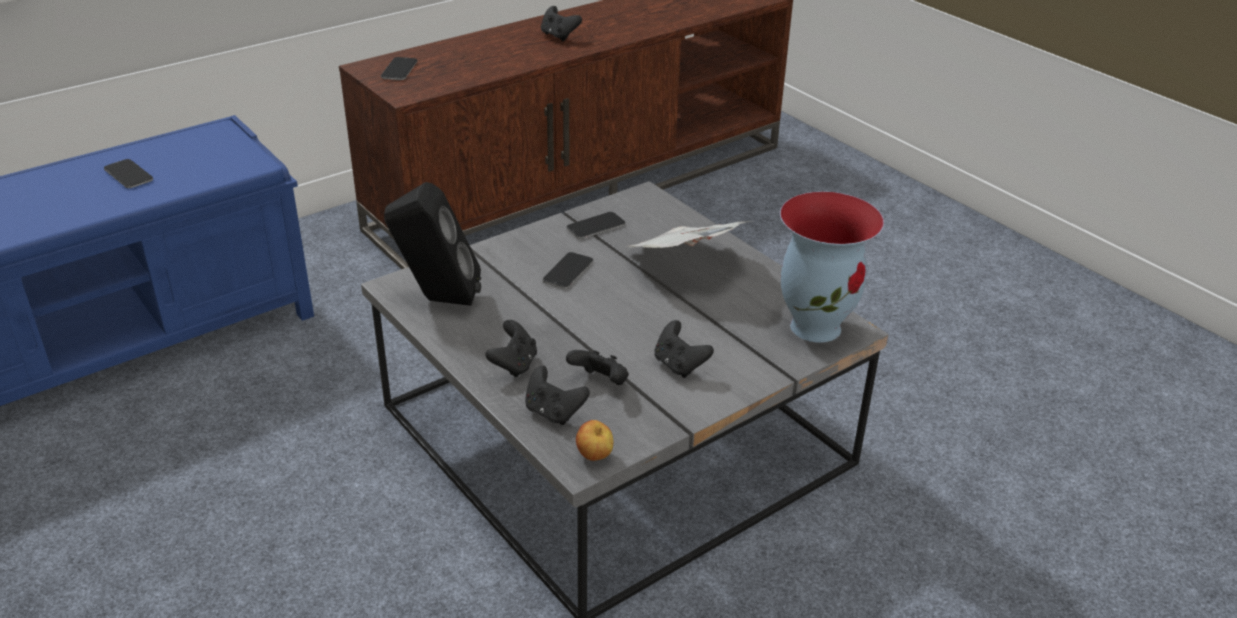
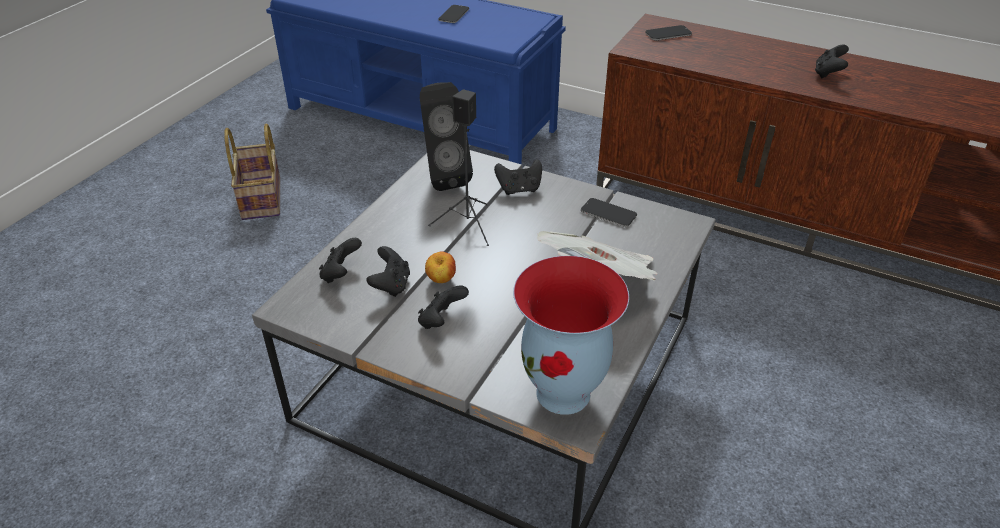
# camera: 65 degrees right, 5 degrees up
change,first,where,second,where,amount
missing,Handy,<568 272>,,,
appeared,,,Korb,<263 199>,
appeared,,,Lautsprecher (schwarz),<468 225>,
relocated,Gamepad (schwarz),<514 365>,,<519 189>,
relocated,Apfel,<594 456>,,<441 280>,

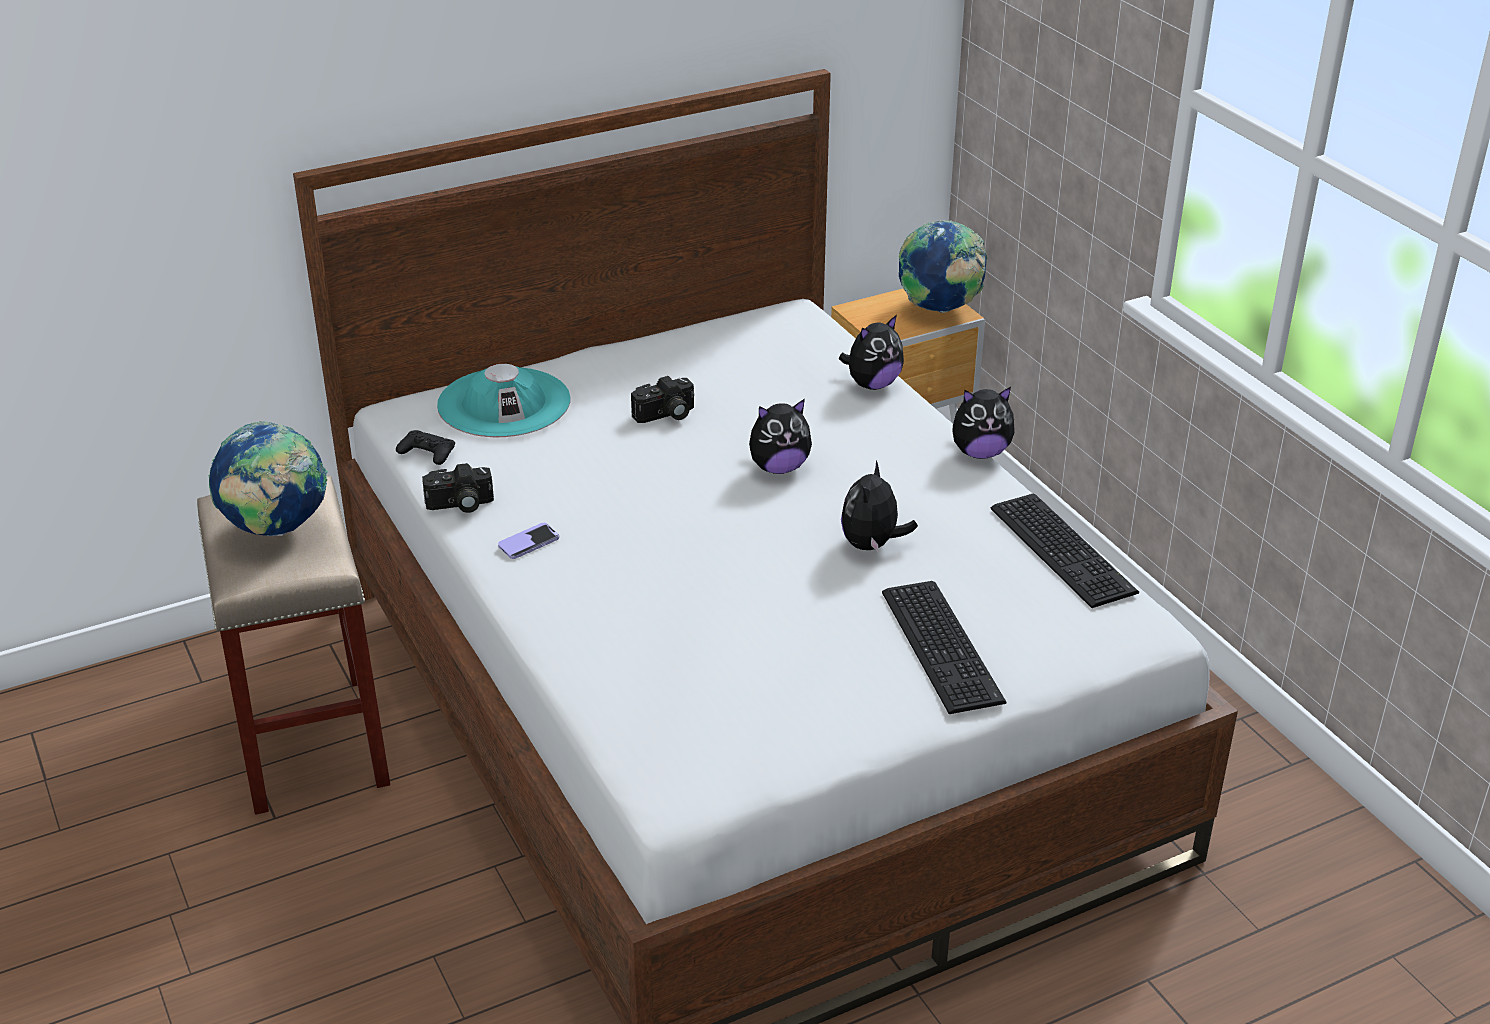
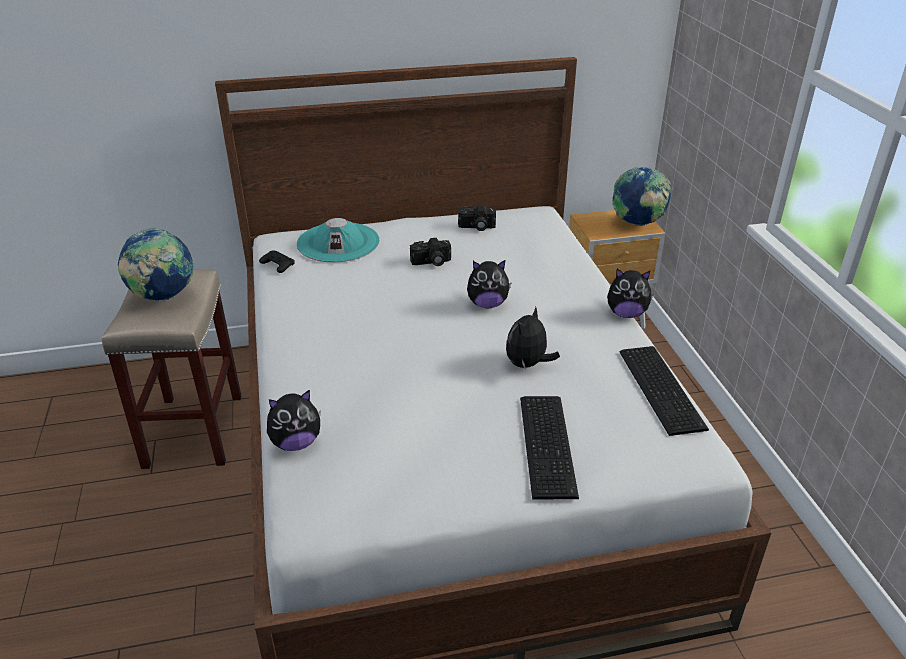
# camera: 15 degrees right, 0 degrees up
change,first,where,second,where,amount
missing,Handy,<529 542>,,,
relocated,Kamera,<460 505>,,<476 227>,
relocated,Plüschtier,<872 384>,,<296 443>,

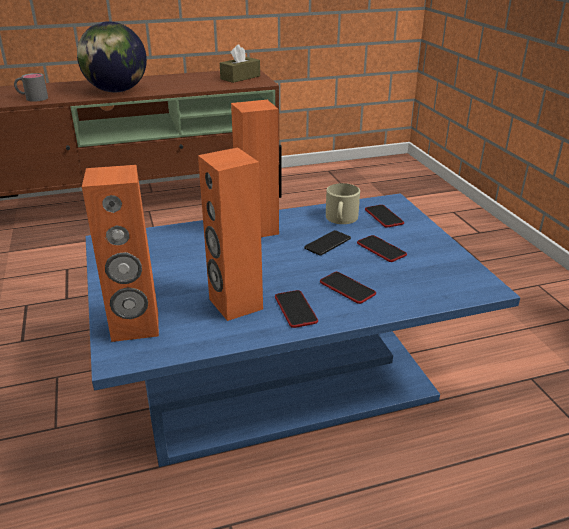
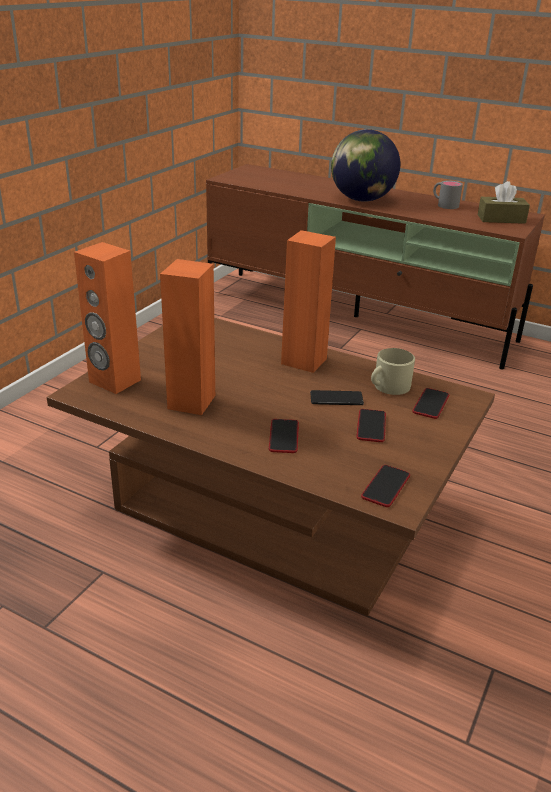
# camera: 45 degrees right, 0 degrees up
change,first,where,second,where,amount
relocated,Henkelbecher (grau),<32 98>,,<444 204>,
relocated,Handy,<295 309>,,<385 487>,
colour,Couchtisch (blau),<284 378>,Couchtisch (braun),<271 513>,

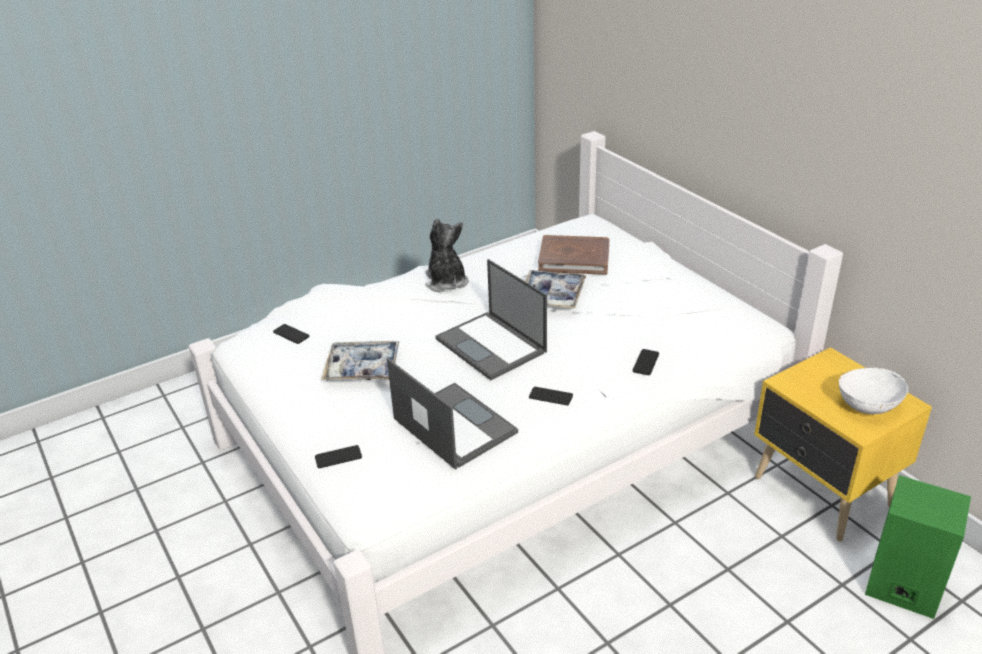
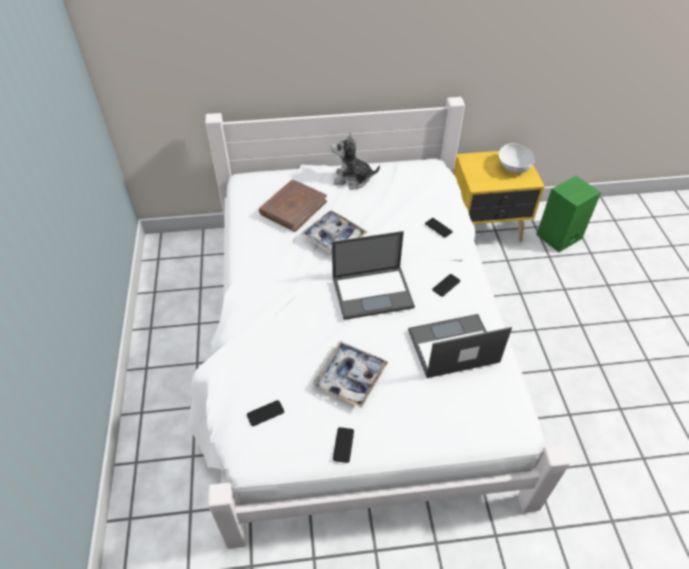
# camera: 65 degrees left, 15 degrees up
change,first,where,second,where,amount
relocated,Handy,<338 457>,,<343 445>,
relocated,Plüschtier,<446 282>,,<352 179>,

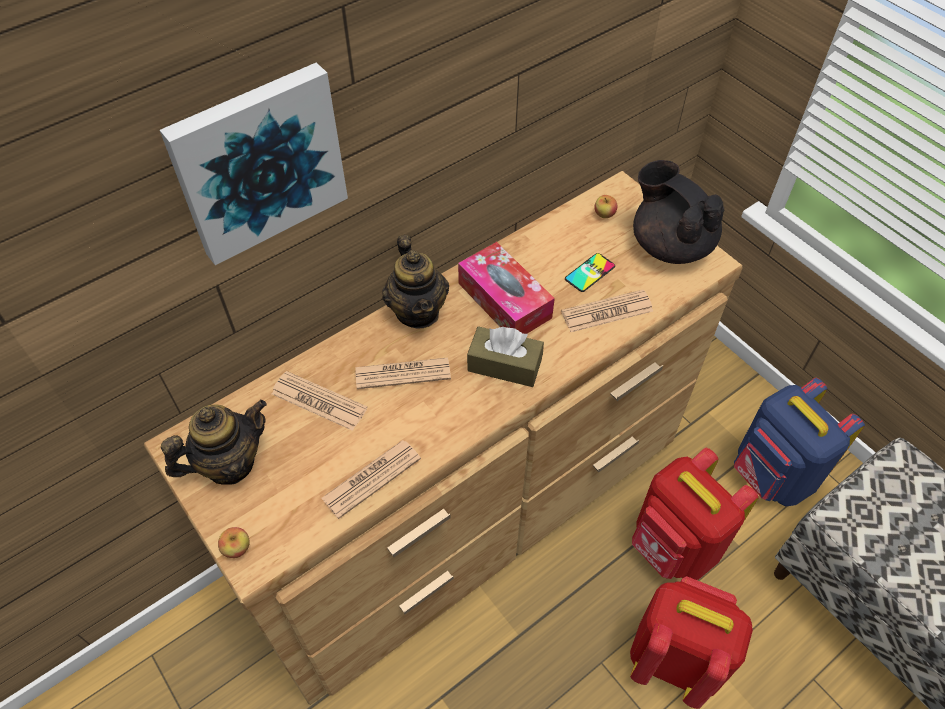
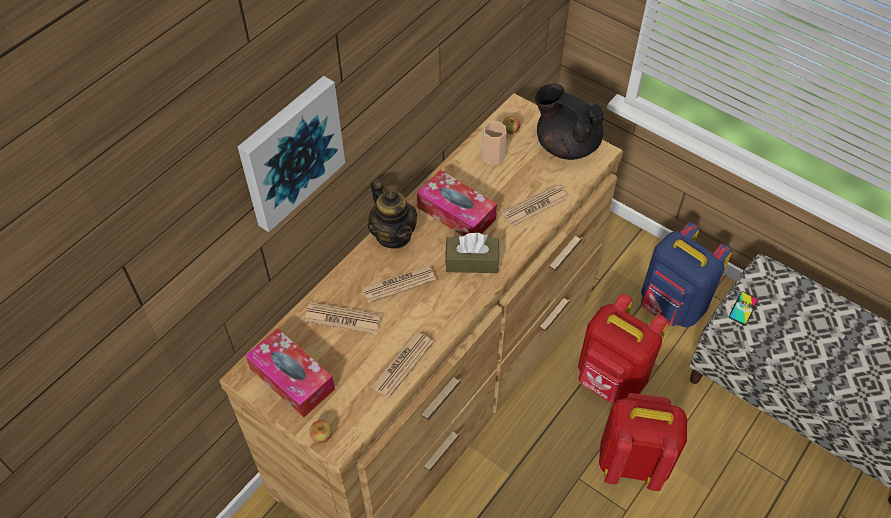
# camera: 15 degrees left, 0 degrees up
change,first,where,second,where,amount
appeared,,,Tasse,<493 156>,
relocated,Handy,<589 272>,,<743 308>,
exchanged,Teekanne,<229 463>,Taschentuchbox,<292 379>,

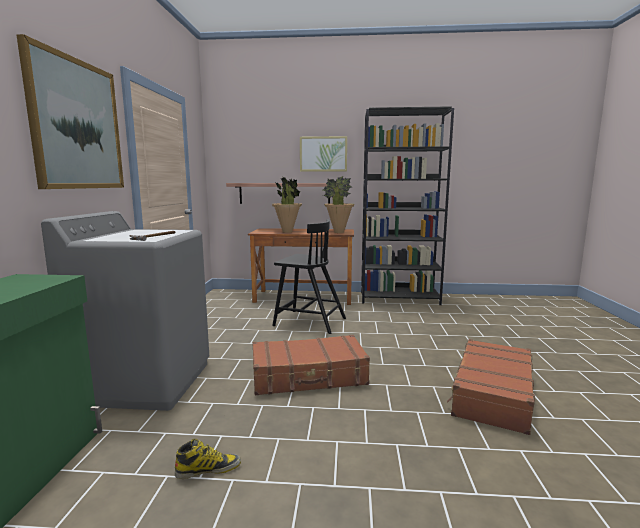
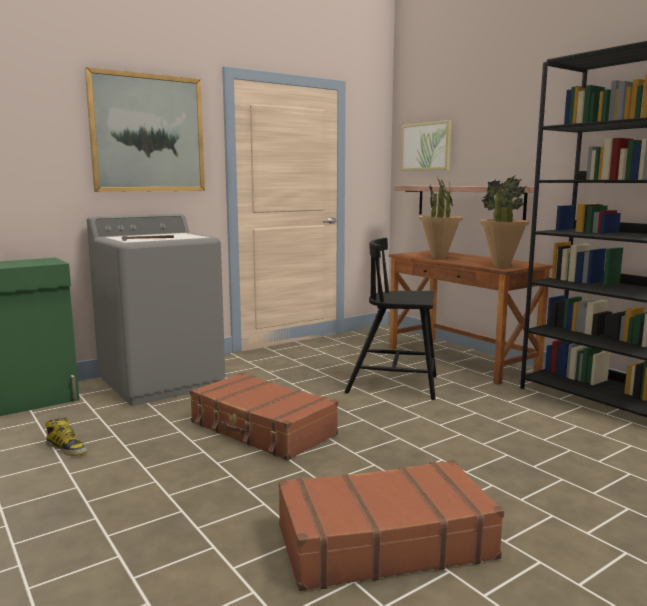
# camera: 50 degrees right, 0 degrees up
change,first,where,second,where,amount
relocated,Bild,<323 154>,,<426 146>,
spun,Stuhl (schwarz),<308 322>,,<394 385>,120 degrees clockwise

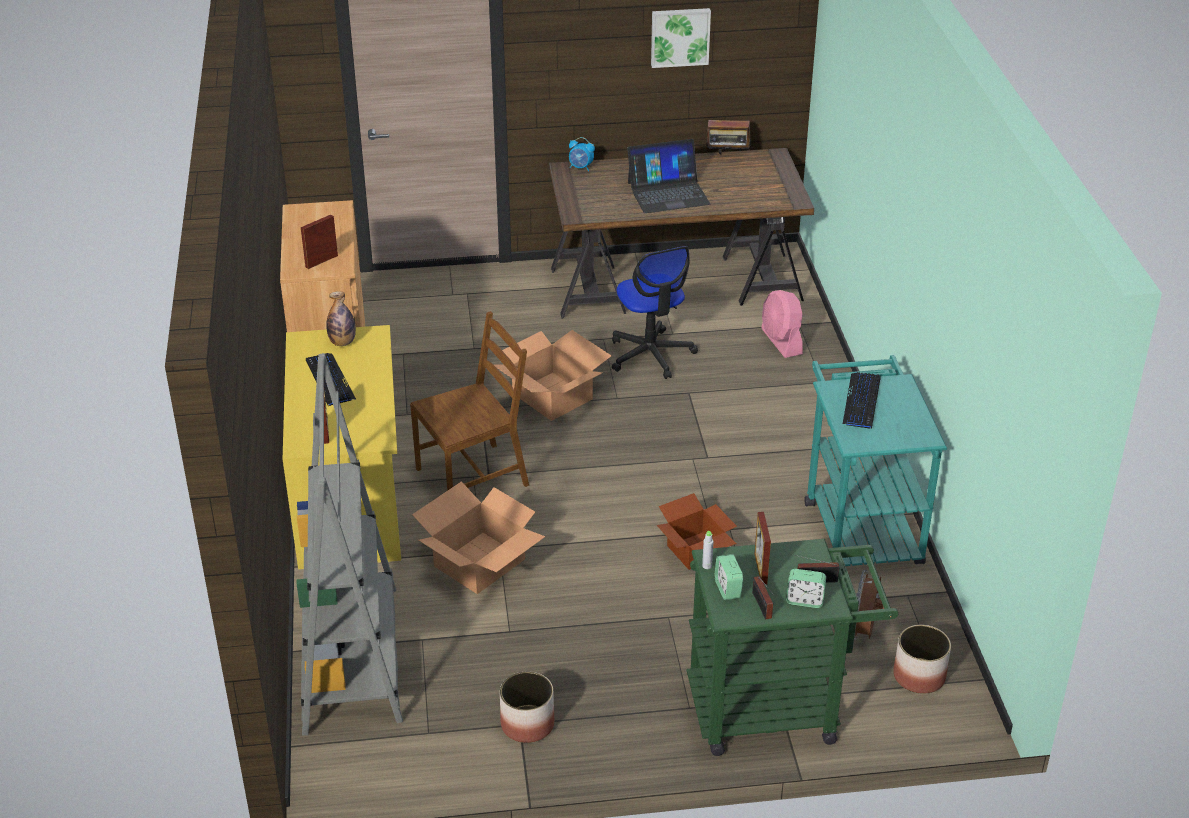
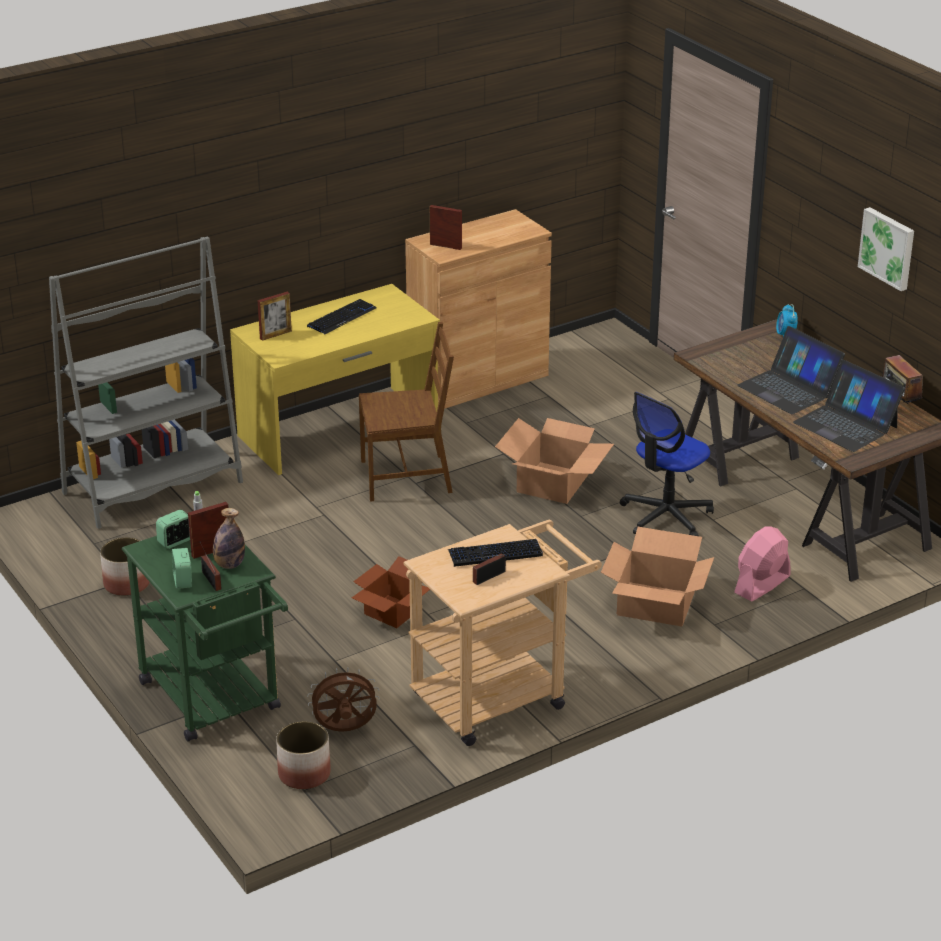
# camera: 65 degrees right, 5 degrees down
change,first,where,second,where,amount
appeared,,,Laptop,<846 424>,
relocated,Flasche,<342 342>,,<229 565>,
relocated,Karton,<480 563>,,<655 604>,
relocated,Radio,<762 607>,,<487 577>,
colour,Rollwagen (türkis),<859 524>,Rollwagen (beige),<499 695>,
spun,Stuhl (braun),<473 477>,,<407 477>,45 degrees counterclockwise

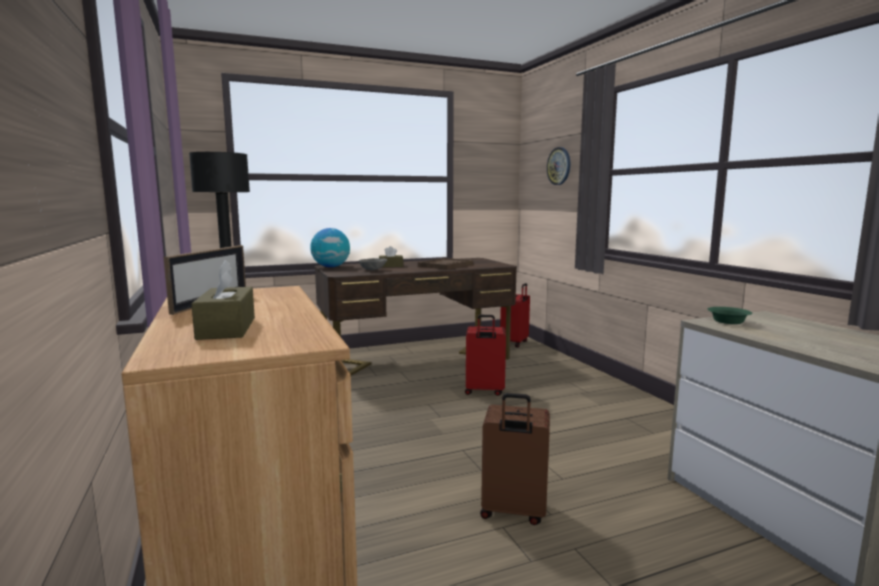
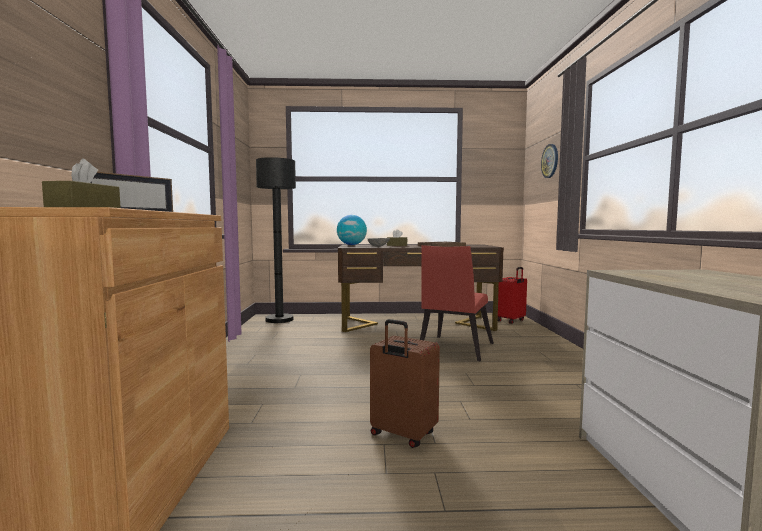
# camera: 20 degrees right, 5 degrees down
change,first,where,second,where,amount
missing,Schüssel (grün),<727 321>,,,
exchanged,Koffer (rot),<484 391>,Stuhl (rot),<453 350>,

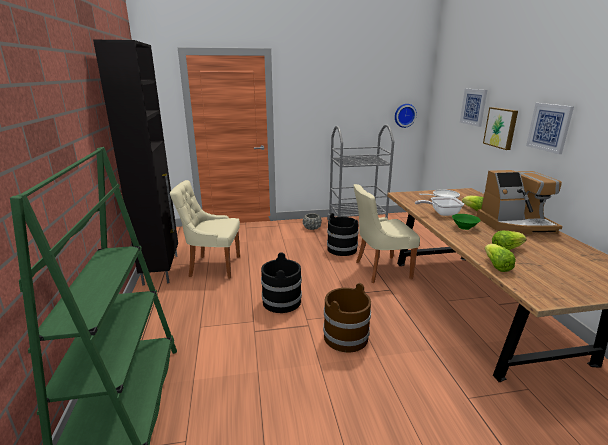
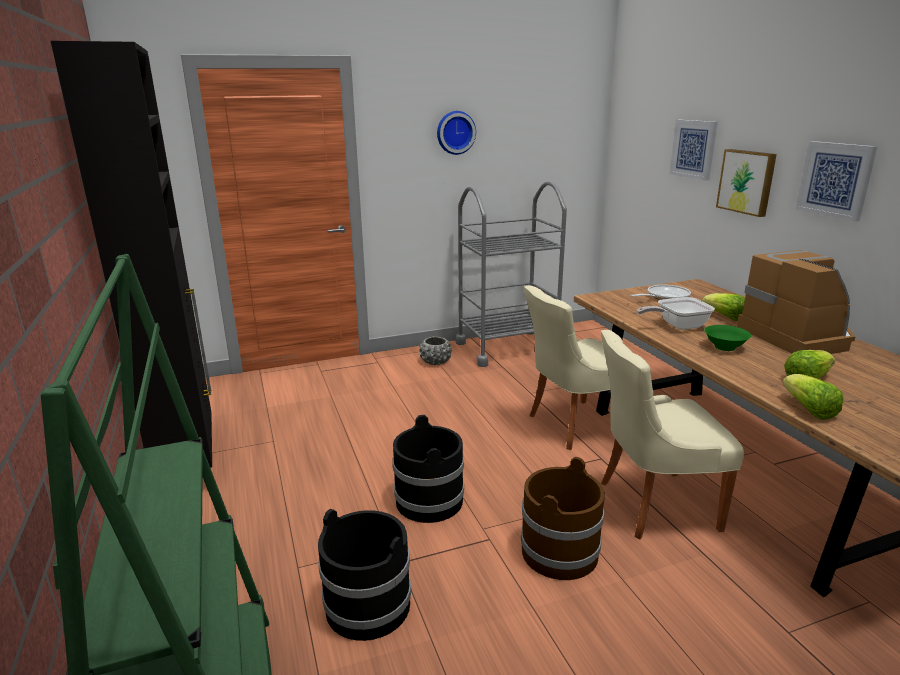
# camera: 10 degrees left, 0 degrees up
change,first,where,second,where,amount
relocated,Stuhl (beige),<213 266>,,<653 505>,
relocated,Eimer (schwarz),<342 249>,,<369 605>,
relocated,Wanduhr,<404 115>,,<455 132>,
spun,Kaffeemaschine,<515 224>,,<796 336>,90 degrees counterclockwise

